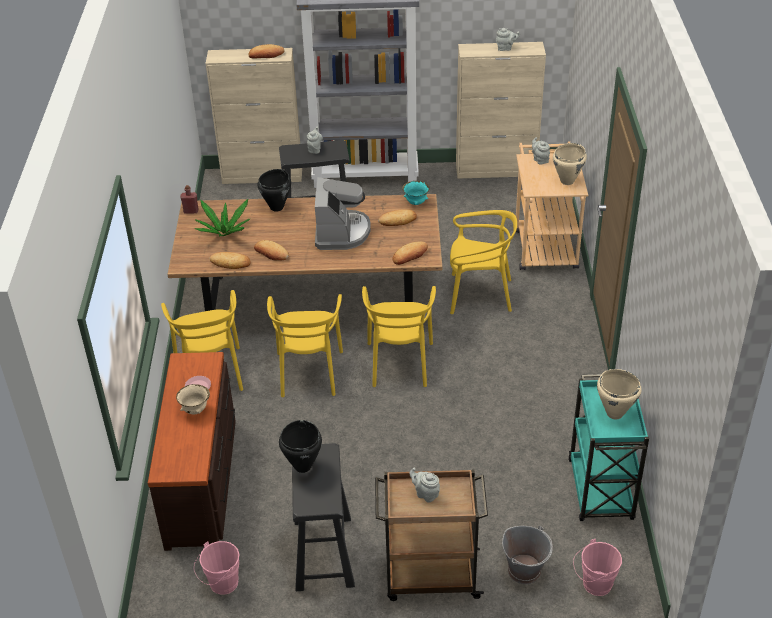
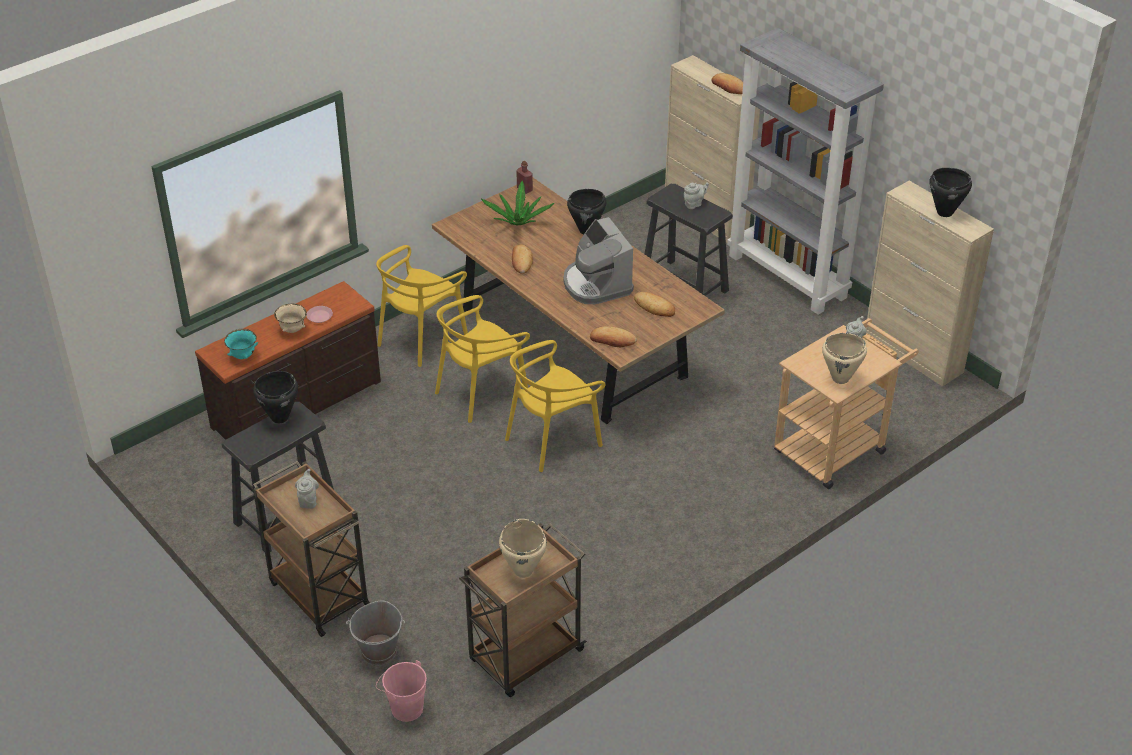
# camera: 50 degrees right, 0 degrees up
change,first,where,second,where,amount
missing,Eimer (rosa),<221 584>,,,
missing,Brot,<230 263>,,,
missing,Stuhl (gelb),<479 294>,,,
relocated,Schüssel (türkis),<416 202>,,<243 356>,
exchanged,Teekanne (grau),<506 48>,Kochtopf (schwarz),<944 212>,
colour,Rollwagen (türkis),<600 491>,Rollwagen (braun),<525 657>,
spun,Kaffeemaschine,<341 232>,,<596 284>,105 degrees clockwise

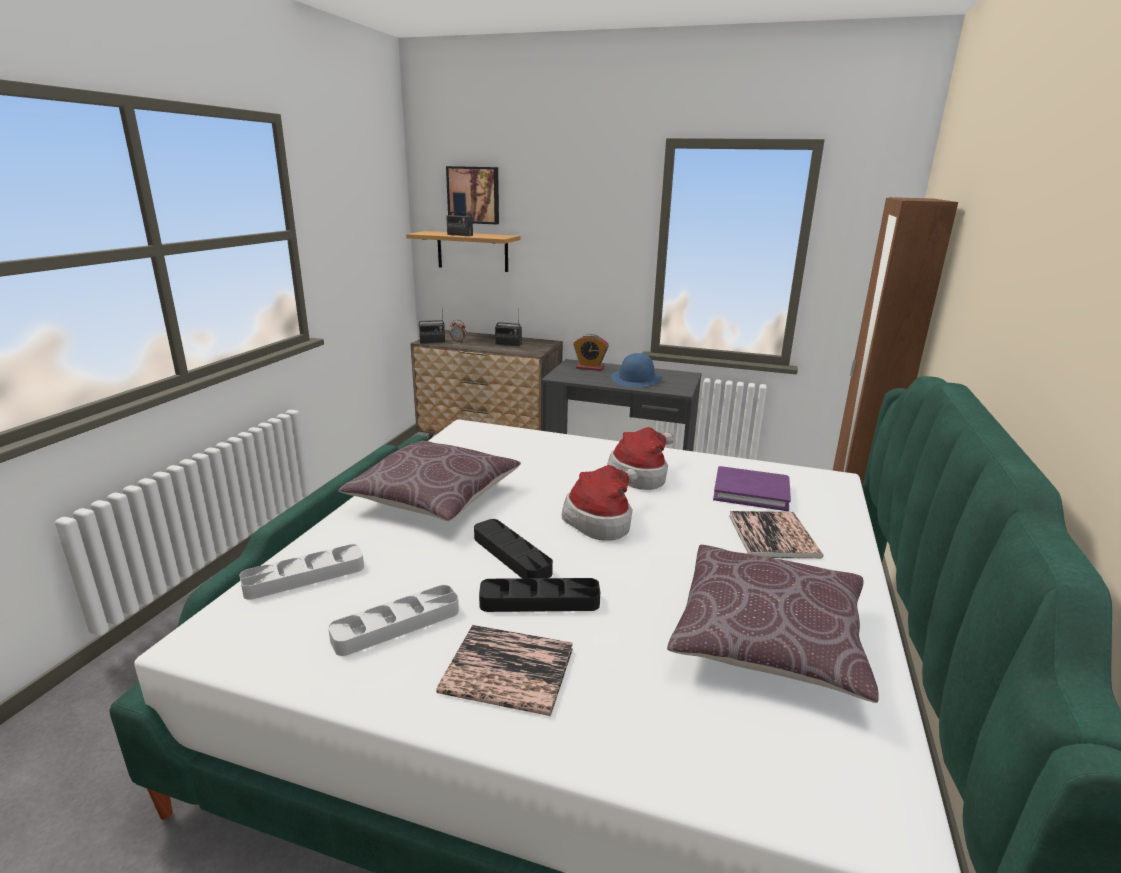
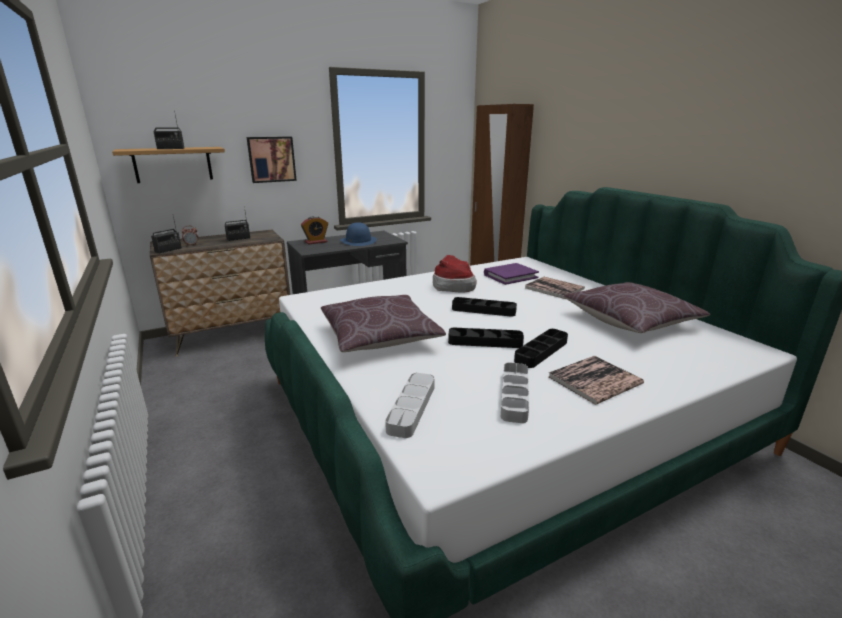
# camera: 45 degrees left, 0 degrees up
change,first,where,second,where,amount
relocated,Bild,<474 195>,,<271 159>,
exchanged,Hut,<601 519>,Tablett (schwarz),<483 310>,

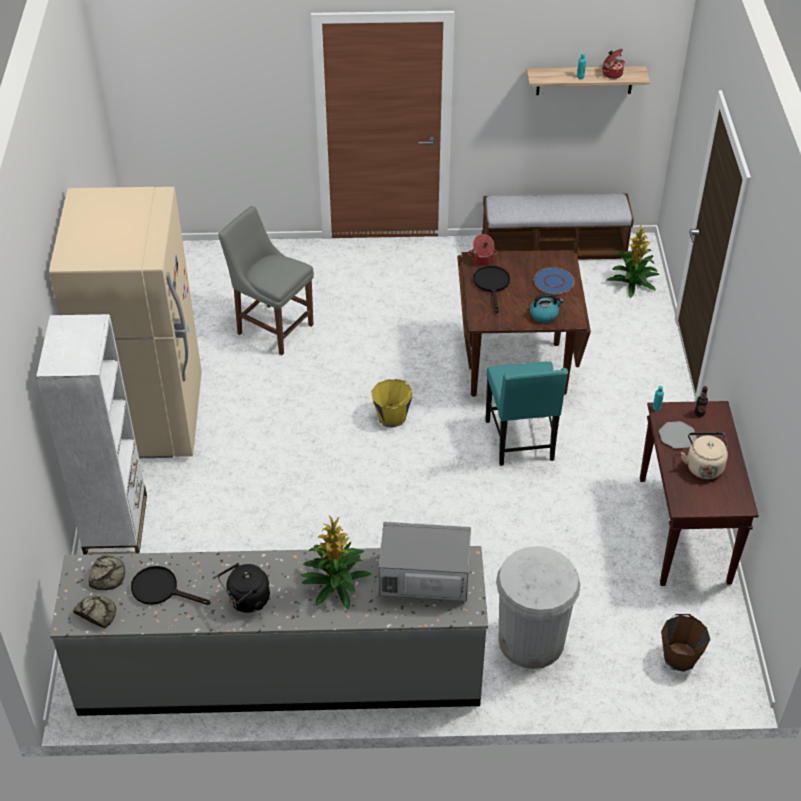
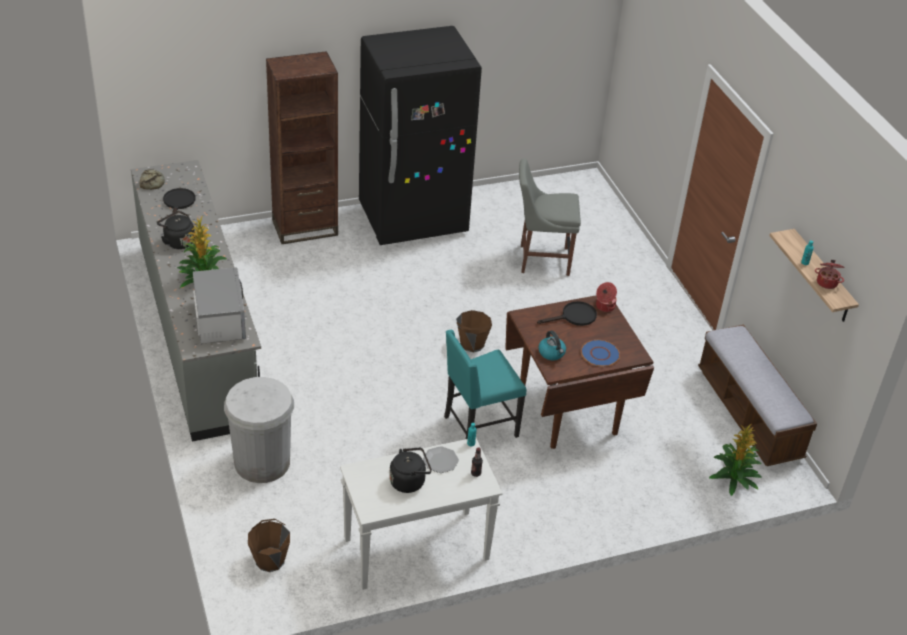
# camera: 70 degrees right, 5 degrees down
change,first,where,second,where,amount
missing,Brot,<108 575>,,,
colour,Bücherregal (weiß),<116 525>,Bücherregal (braun),<305 228>,
colour,Kühlschrank (beige),<150 418>,Kühlschrank (schwarz),<413 220>,
colour,Eimer (gelb),<392 417>,Eimer (braun),<472 344>,
colour,Konsolentisch (braun),<685 531>,Konsolentisch (weiß),<415 550>,
colour,Wasserkessel (beige),<703 466>,Wasserkessel (schwarz),<409 481>,
spun,Stuhl (grau),<272 327>,,<541 259>,105 degrees counterclockwise

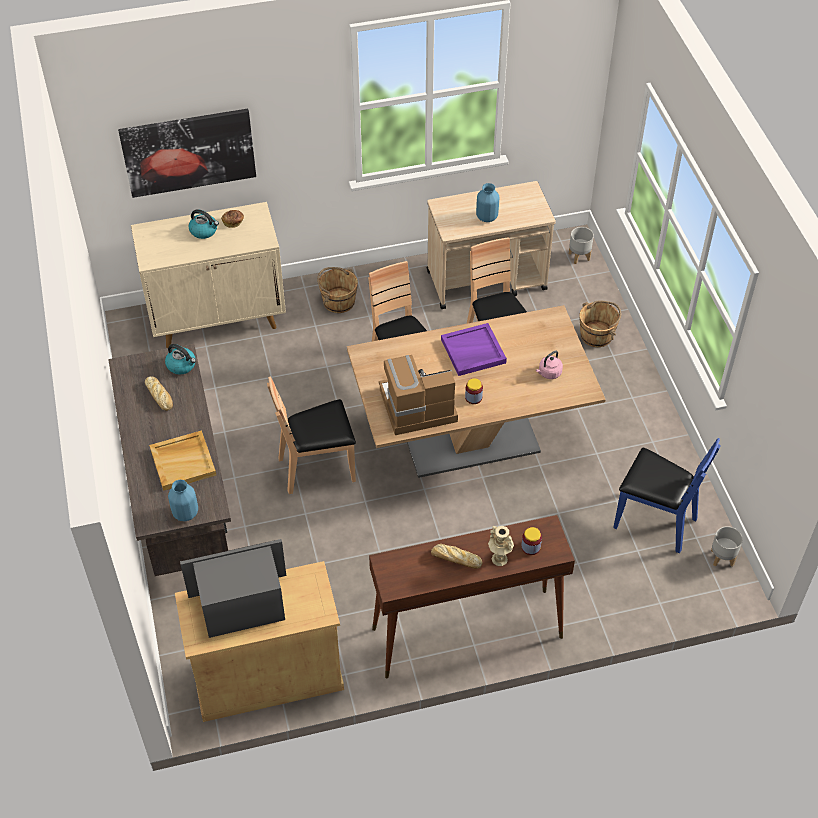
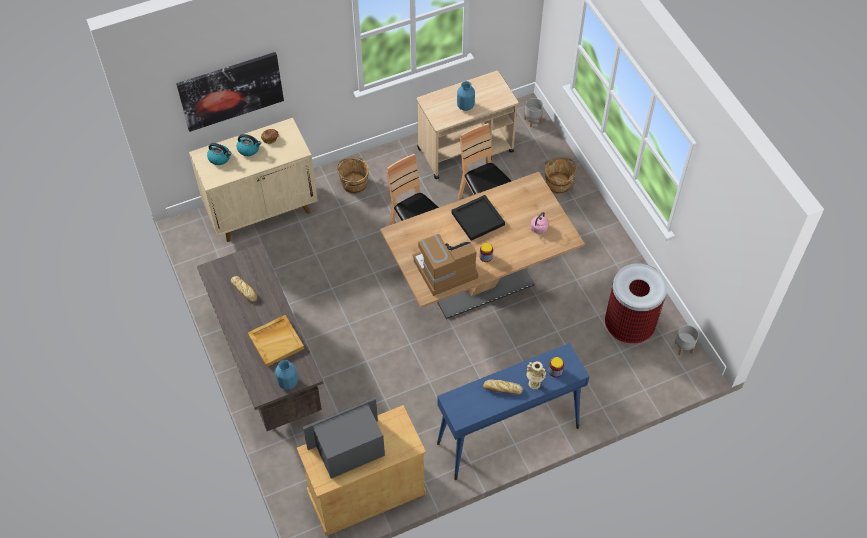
# camera: 10 degrees left, 5 degrees up
change,first,where,second,where,amount
missing,Stuhl (braun),<317 468>,,,
relocated,Wasserkessel,<182 365>,,<220 158>,
exchanged,Stuhl (blau),<654 521>,Mülleimer,<629 327>,
colour,Konsolentisch (braun),<466 633>,Konsolentisch (blau),<507 436>,
colour,Tablett (lila),<473 352>,Tablett (schwarz),<477 219>,

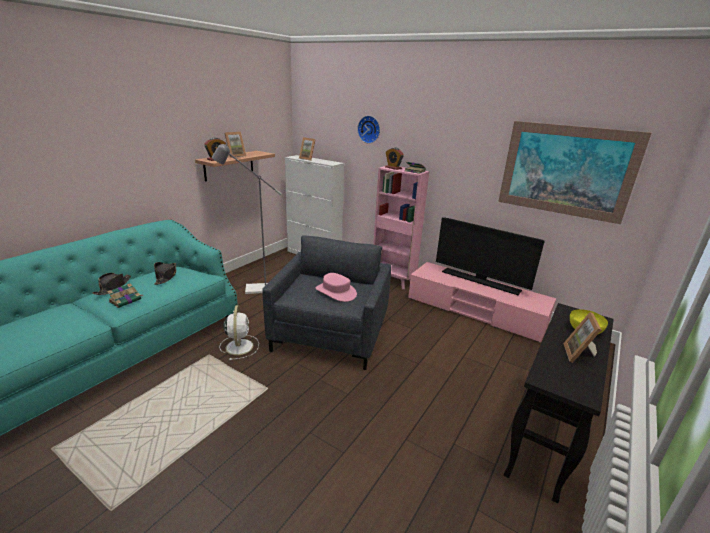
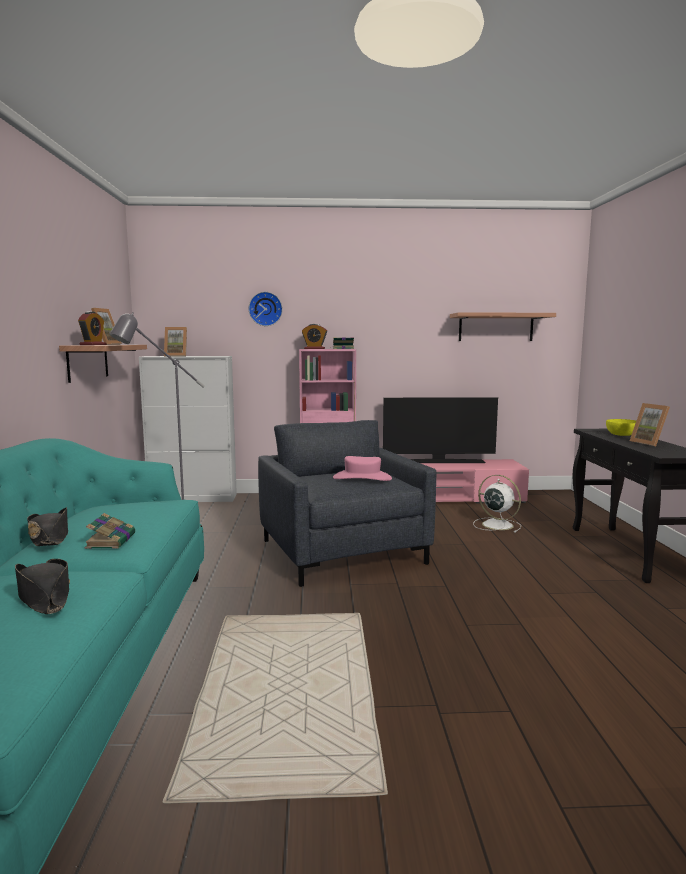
# camera: 35 degrees left, 15 degrees down
change,first,where,second,where,amount
relocated,Hut (schwarz),<166 276>,,<44 596>,
relocated,Ventilator (weiß),<239 346>,,<496 525>,
exchanged,Bild,<566 171>,Wandregal,<496 327>,

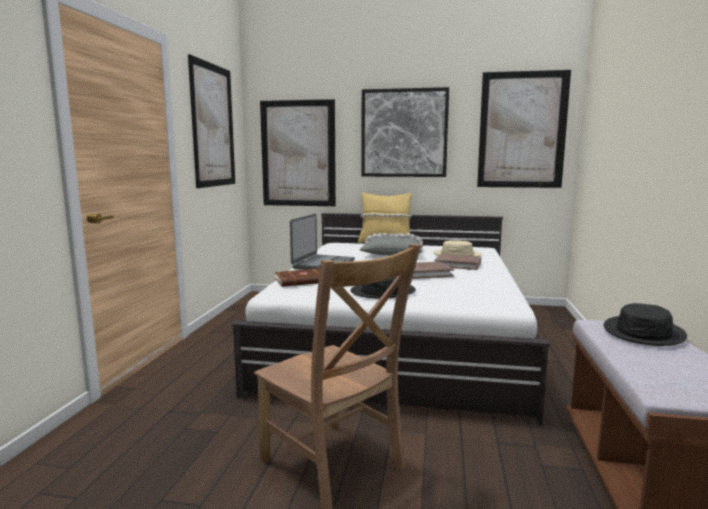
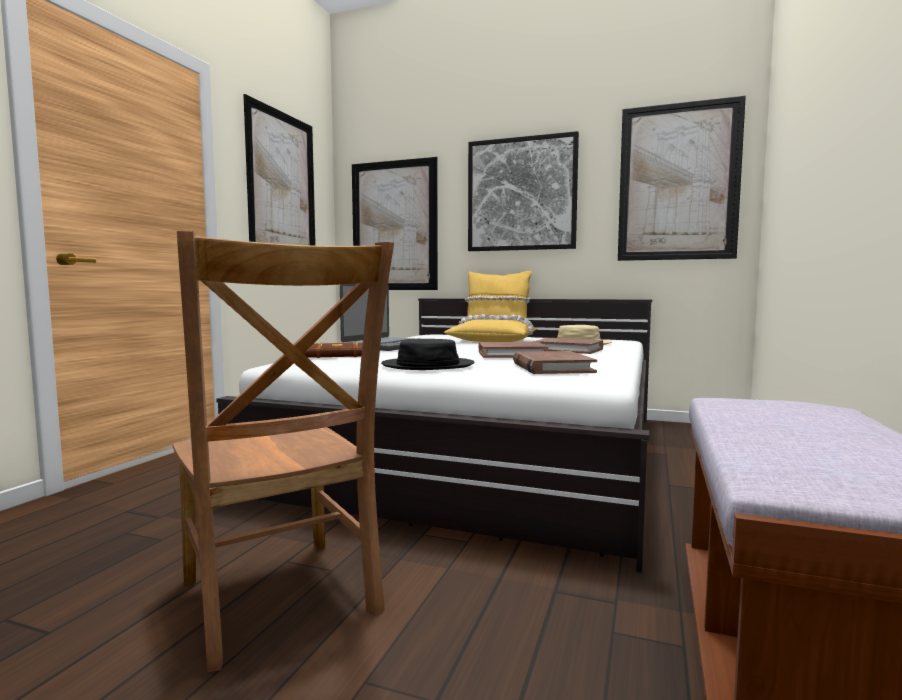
# camera: 10 degrees right, 5 degrees down
change,first,where,second,where,amount
missing,Hut (schwarz),<644 332>,,,
appeared,,,Buch (braun),<552 367>,
colour,Kissen (grau),<392 253>,Kissen (gelb),<493 341>,

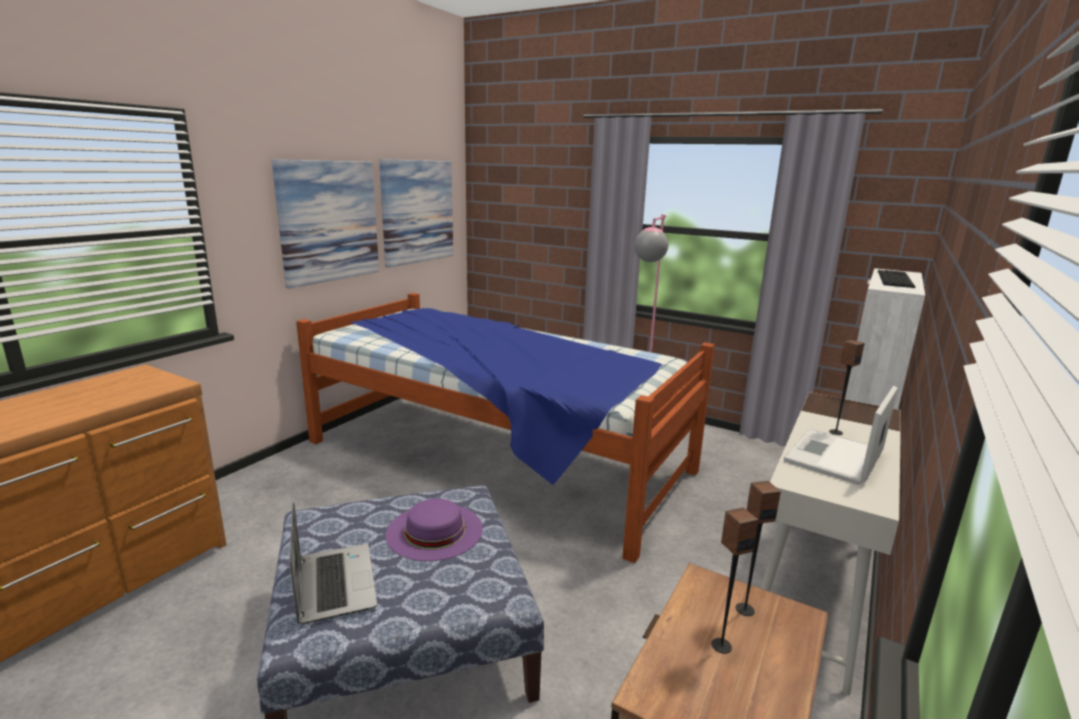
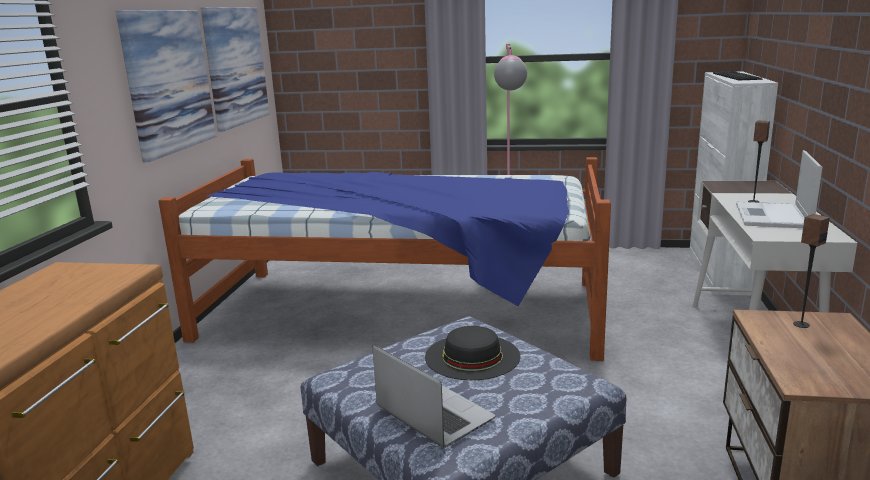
# camera: 20 degrees left, 0 degrees up
change,first,where,second,where,amount
missing,Lautsprecher,<721 645>,,,
colour,Hut (lila),<434 531>,Hut (schwarz),<472 356>,

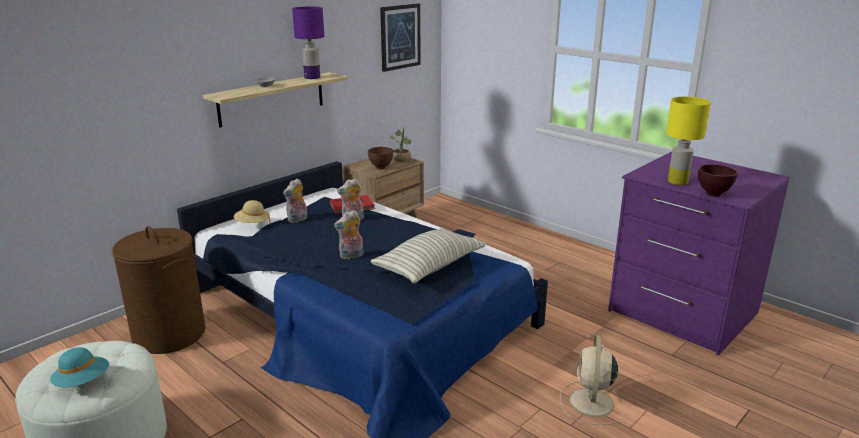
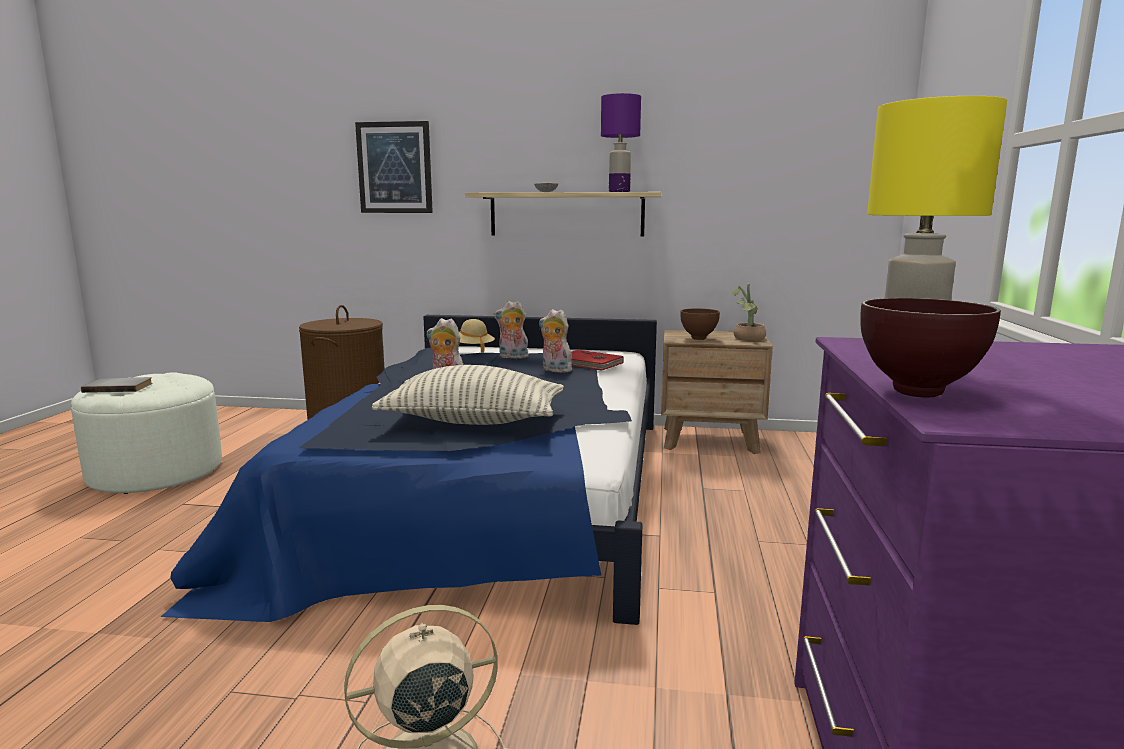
# camera: 55 degrees right, 10 degrees down
change,first,where,second,where,amount
relocated,Bild,<400 37>,,<395 168>,
exchanged,Hut (türkis),<83 382>,Buch (grau),<119 387>,

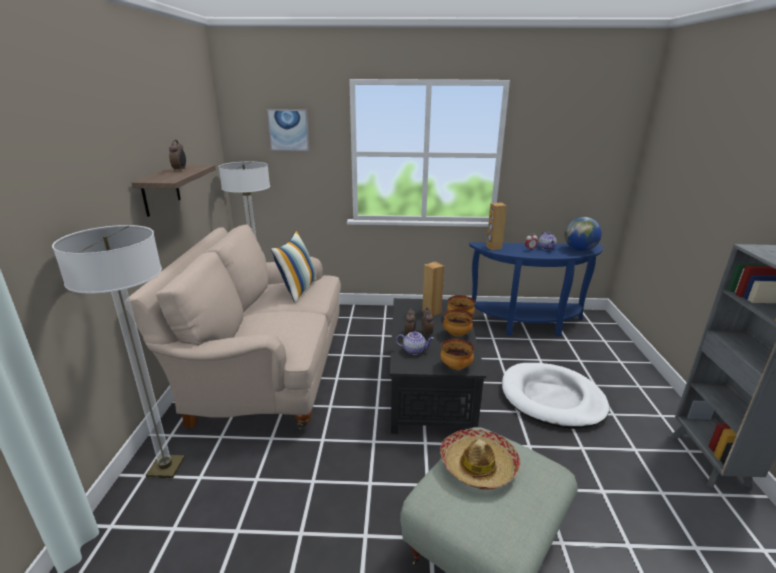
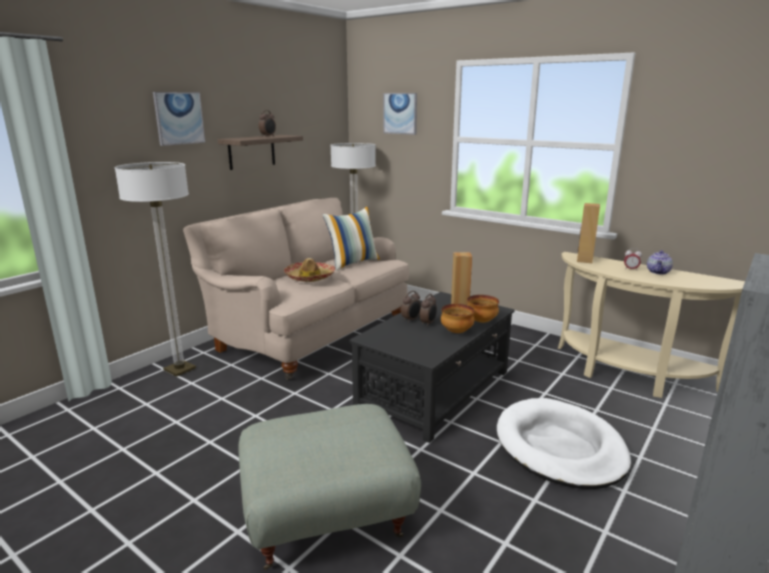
# camera: 35 degrees right, 5 degrees down
change,first,where,second,where,amount
missing,Teekanne,<414 350>,,,
missing,Schüssel,<455 367>,,,
missing,Globus,<579 250>,,,
appeared,,,Bild,<179 118>,
relocated,Hut,<478 465>,,<310 277>,
colour,Konsolentisch (blau),<528 325>,Konsolentisch (beige),<627 375>,

